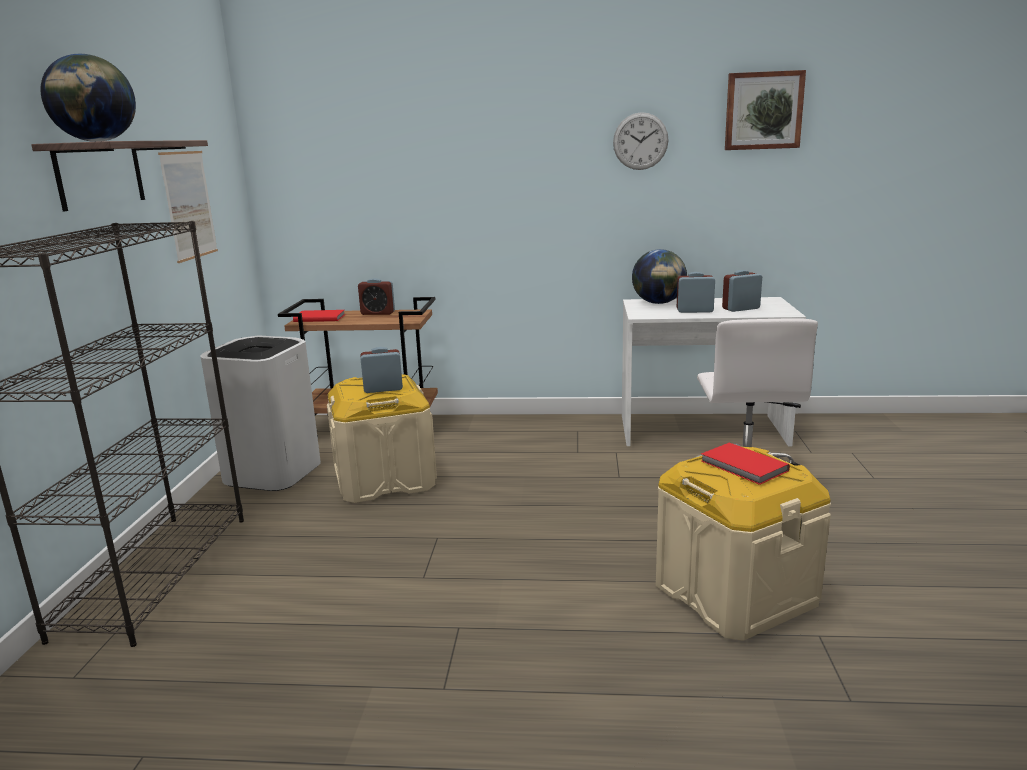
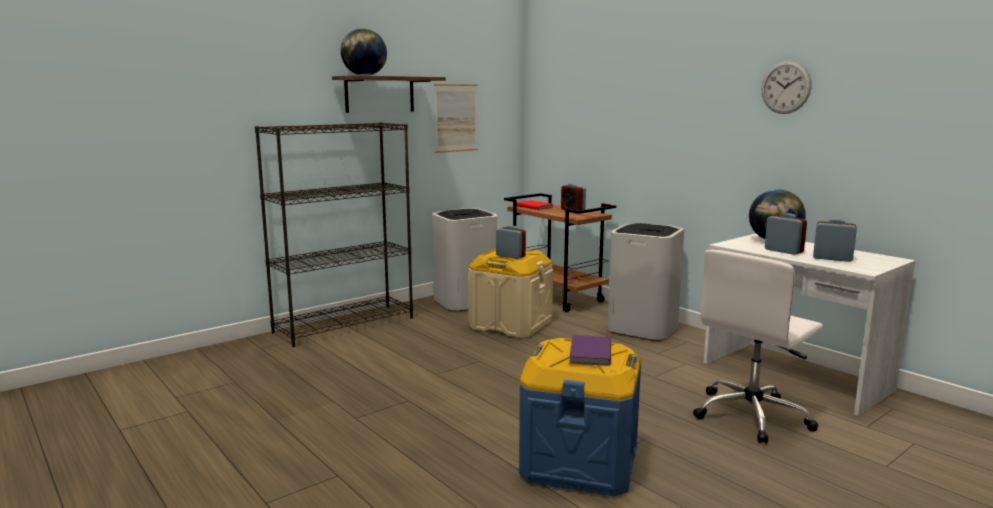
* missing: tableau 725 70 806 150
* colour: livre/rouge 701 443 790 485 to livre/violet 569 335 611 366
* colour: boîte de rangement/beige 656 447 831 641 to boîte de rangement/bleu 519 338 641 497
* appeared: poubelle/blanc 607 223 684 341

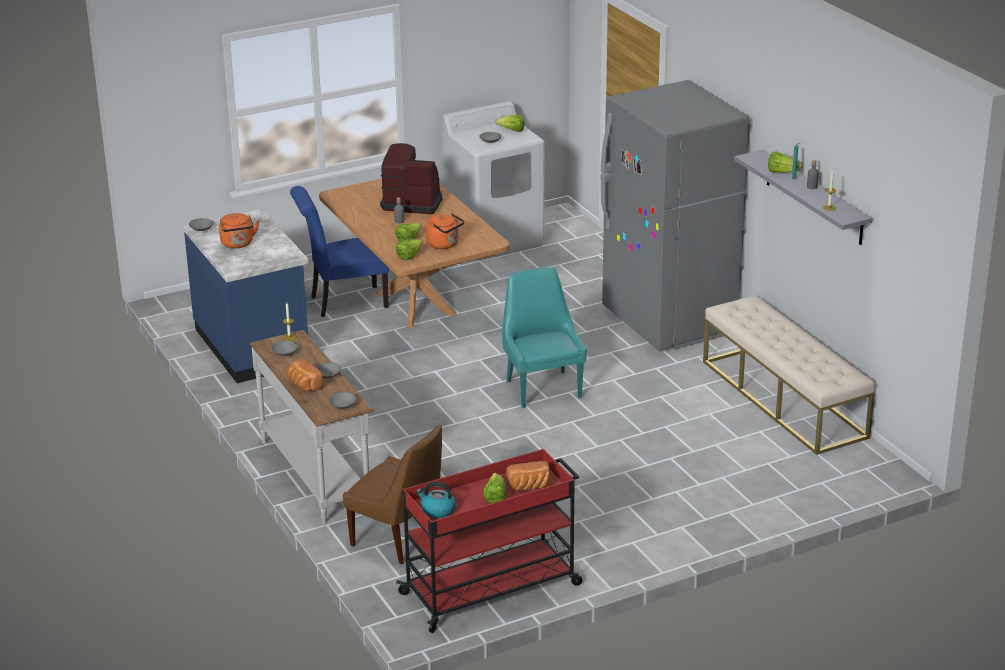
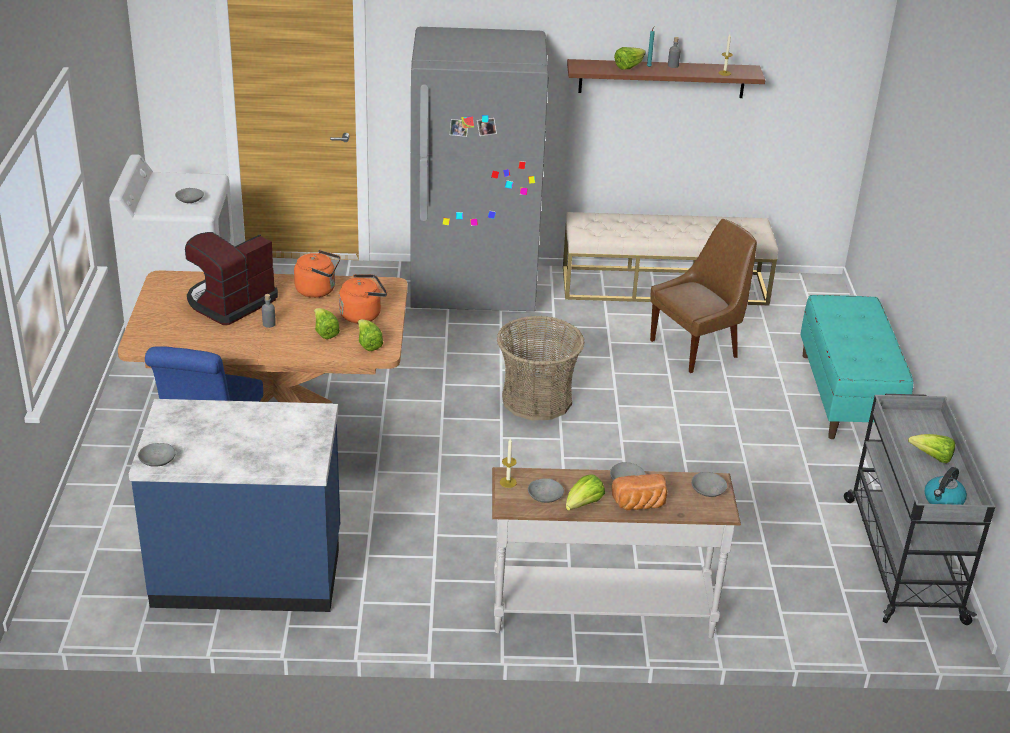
* relocated: laitue 495 115 524 132 to 566 475 605 511
* colour: étagère/gris 734 150 872 245 to étagère/marron 567 59 765 98
* relocated: bouilloire/orange 219 213 259 248 to 294 250 340 298
* exchanged: chaise/turquoise 502 268 587 408 to panier 497 316 585 420
* relocated: chaise/marron 343 424 442 564 to 650 219 757 373
* colour: chariot/rouge 396 449 582 633 to chariot/gris 844 394 995 625
* missing: pain 506 461 550 491
* appeared: banc/turquoise 800 295 913 439

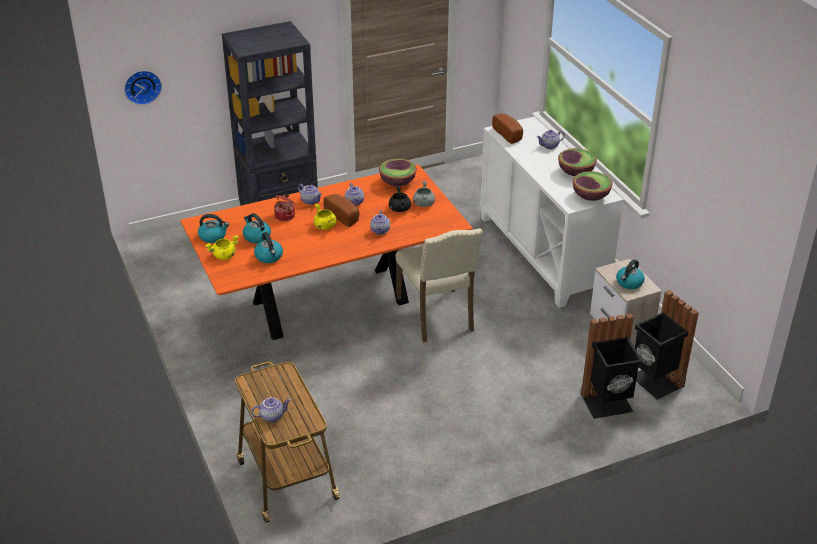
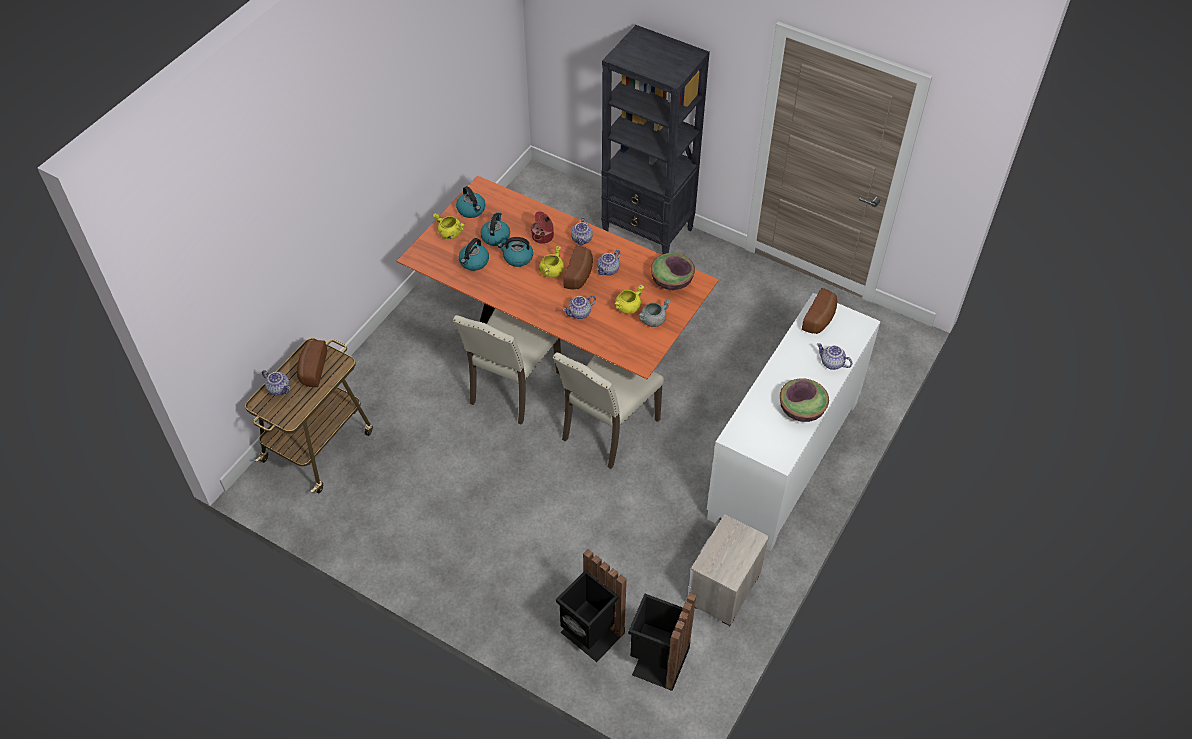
* missing: horloge murale 124 70 162 105
* missing: bol 573 171 612 201
* colour: marmite/noir 389 186 411 212 to marmite/jaune 615 285 644 314
* relocated: bouilloire 616 259 645 289 to 498 237 533 267
* appeared: chaise/beige 453 308 561 425
* appeared: pain 297 340 327 387

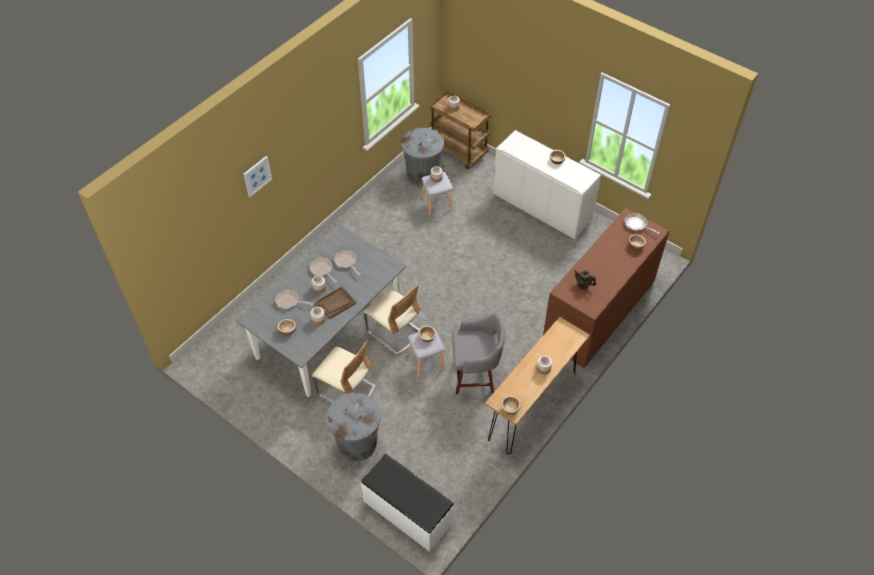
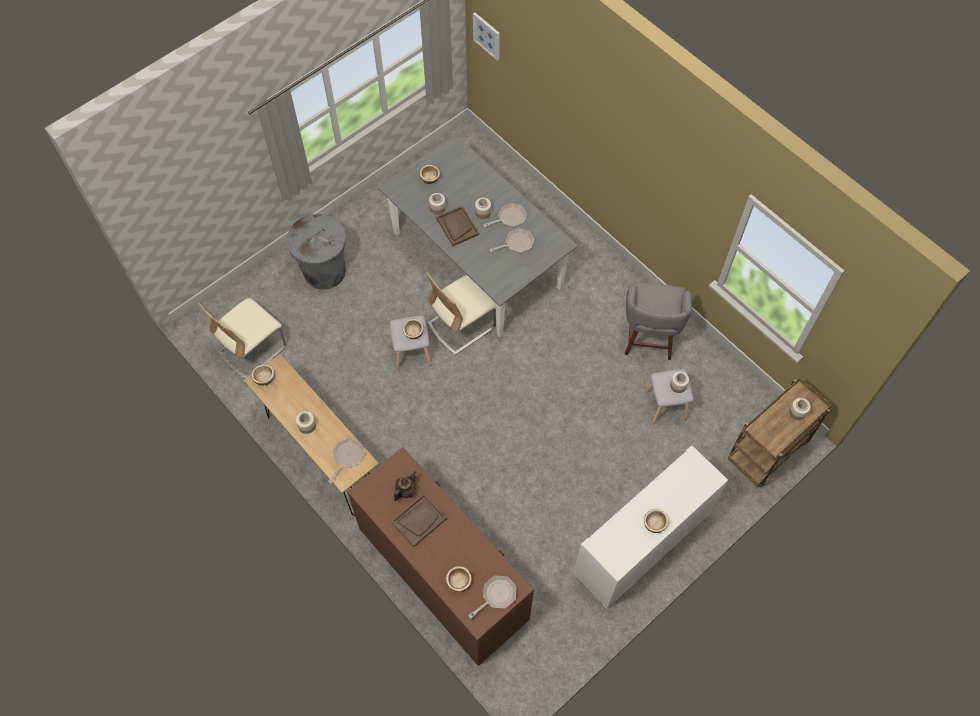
* missing: poubelle/gris 401 128 444 187
* relocated: tableau 243 156 272 197 to 473 12 500 61
* relocated: poêle 275 289 313 309 to 328 438 364 484
* relocated: tabouret/gris 452 313 505 394 to 625 282 692 360
* relocated: chaise/beige 312 340 376 403 to 198 298 286 379
* missing: banc/blanc 361 454 454 552
* appeared: plateau/marron 391 493 447 547

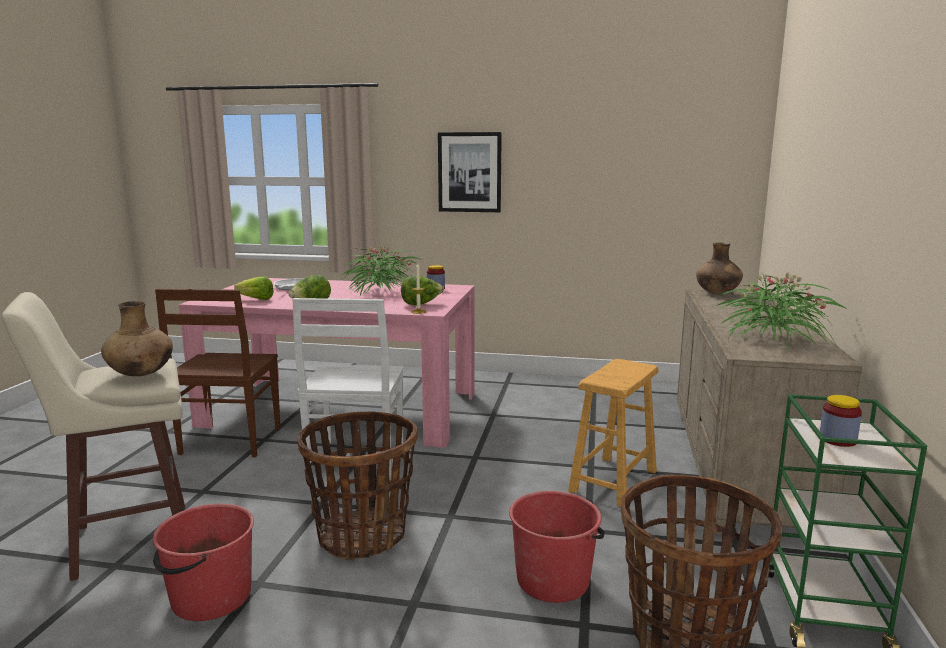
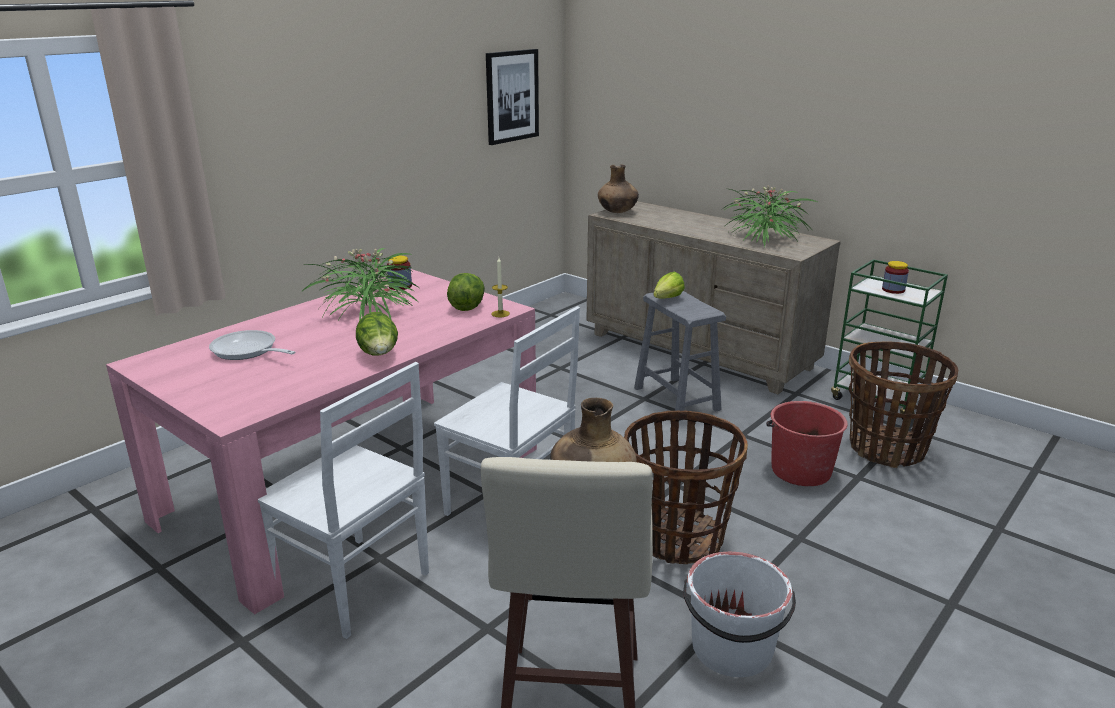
* relocated: tableau 438 132 502 212 to 486 49 539 145
* relocated: laitue 234 277 274 300 to 653 272 685 299
* colour: chaise/marron 155 289 281 457 to chaise/blanc 258 362 429 639
* colour: tabouret/marron 568 359 659 507 to tabouret/gris 634 291 726 421
* colour: seau/rouge 153 504 254 621 to seau/blanc 683 552 796 677

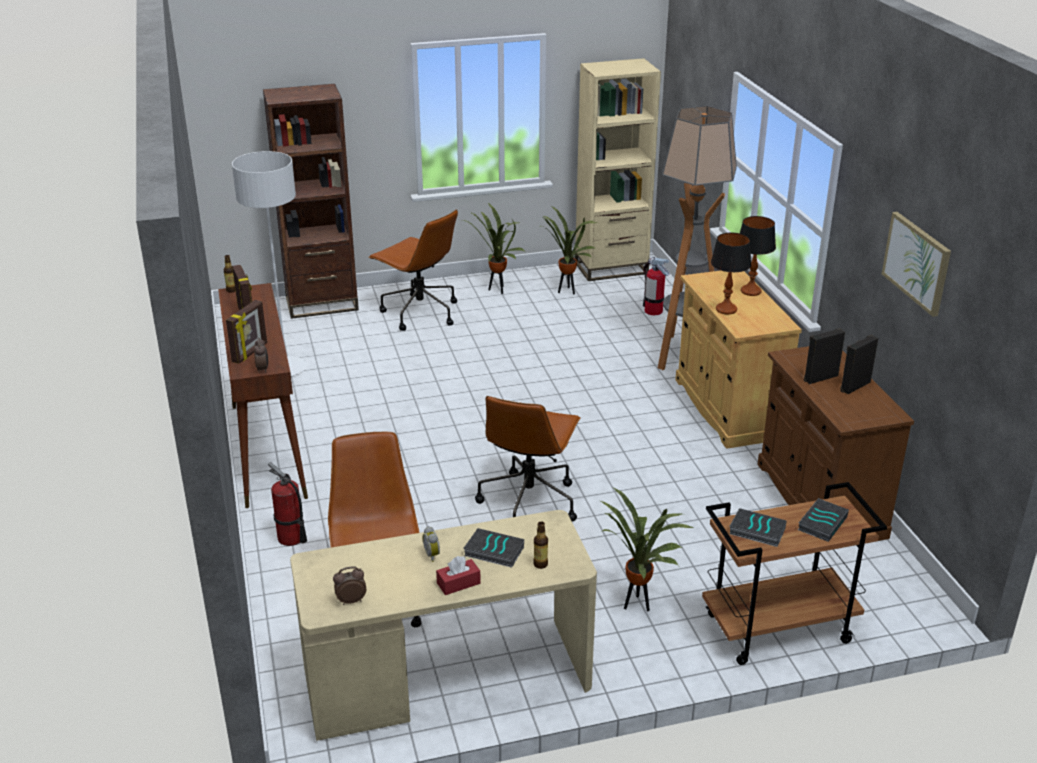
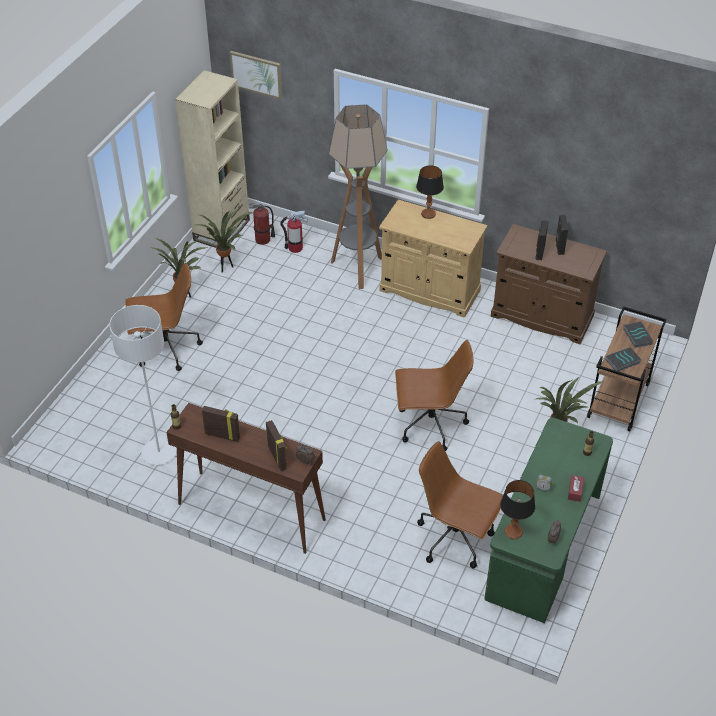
* missing: bibliothèque/marron 263 84 359 319
* relocated: tableau 882 212 951 317 to 229 51 282 99
* relocated: lampe de table 711 233 751 315 to 500 480 535 539
* spun: chaise de bureau/marron 475 396 581 522 = 395 340 473 451 60 degrees counterclockwise
* relocated: extincteur 268 462 307 546 to 249 203 275 245
* colour: bureau/beige 290 510 597 741 to bureau/vert 484 418 613 623
* missing: livre 464 528 524 568

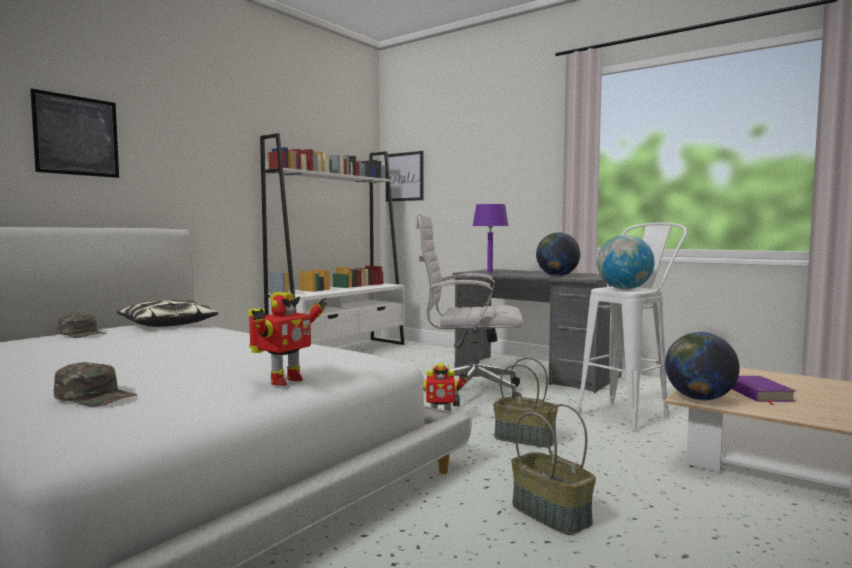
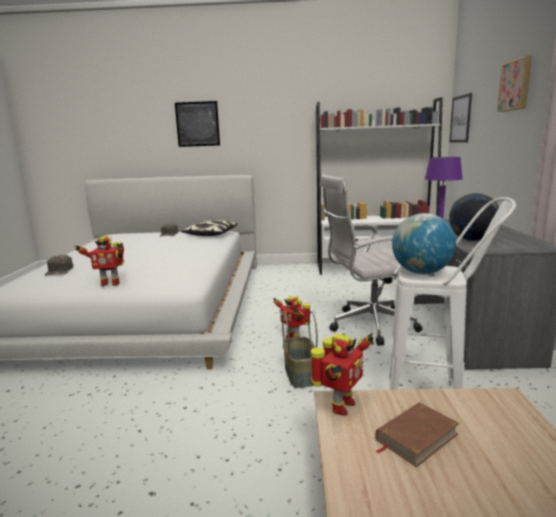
* spun: chaise de bureau/blanc 416 214 523 407 = 320 174 423 346 75 degrees counterclockwise
* exchanged: globe 665 332 740 401 to robot jouet 310 333 374 415
* colour: livre/violet 732 376 796 405 to livre/marron 375 402 459 467
* missing: panier 511 404 596 535
* appeared: tableau 497 56 532 112

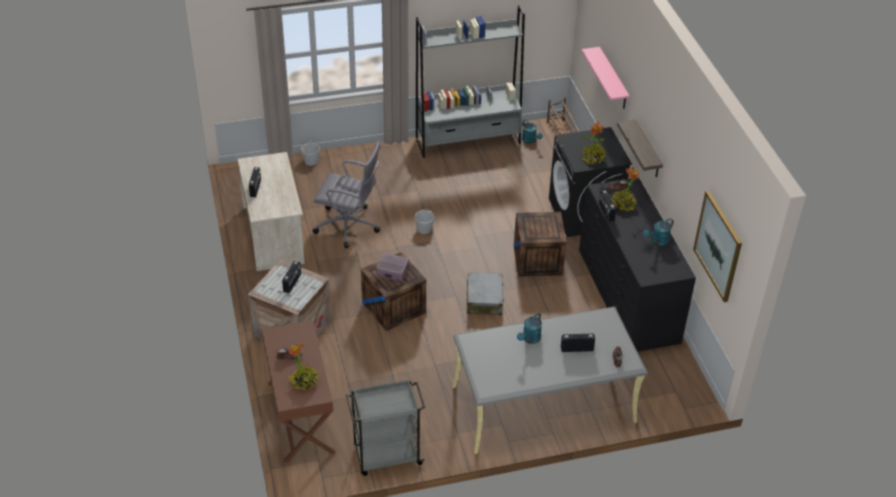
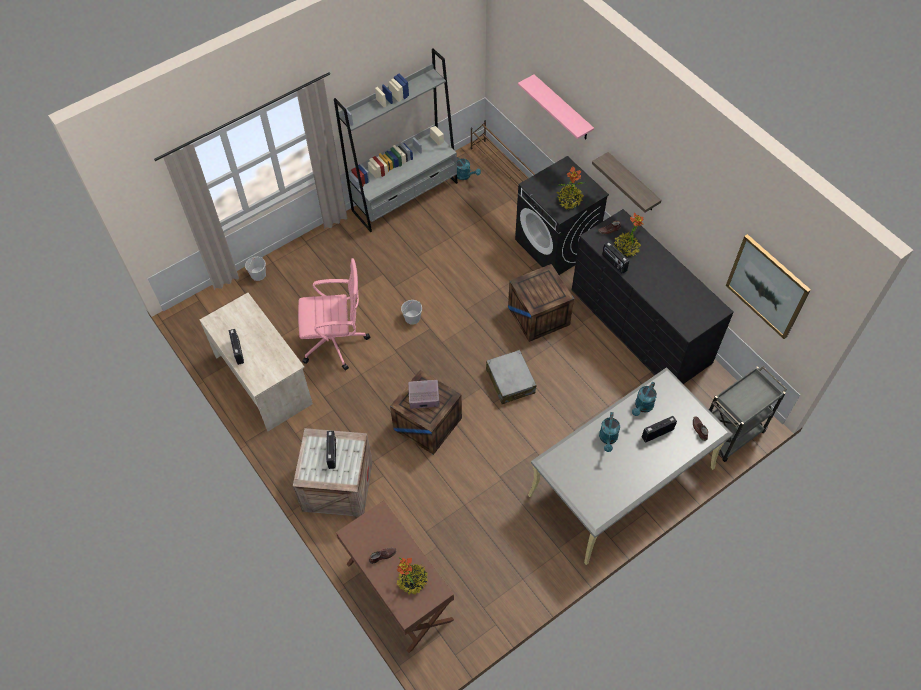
* colour: chaise de bureau/gris 313 141 381 248 to chaise de bureau/rose 298 258 370 370
* relocated: arrosoir/turquoise 643 218 673 246 to 632 382 657 416
* relocated: chariot/gris 346 379 425 476 to 709 366 787 462

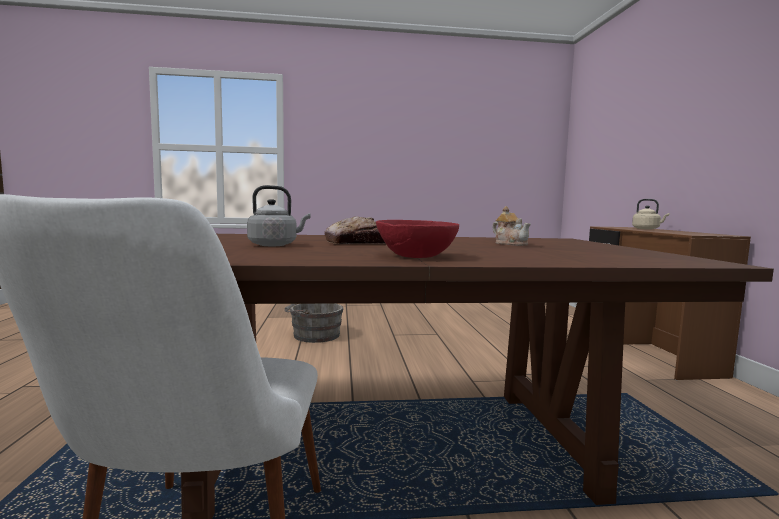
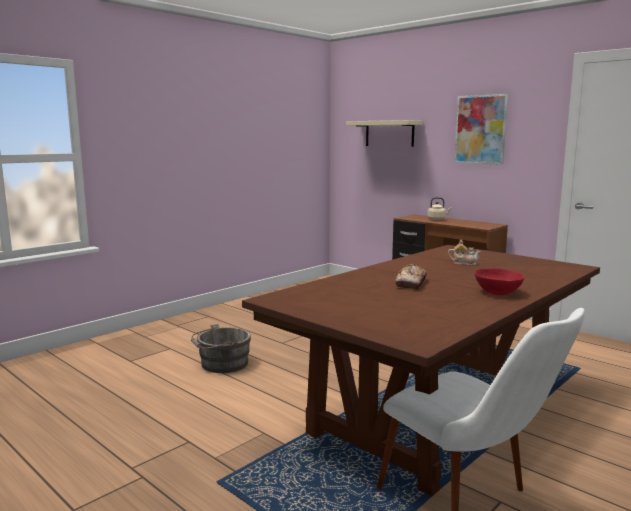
* missing: bouilloire/gris 247 185 311 246
* appeared: tableau 454 94 508 165
* appeared: étagère/beige 346 120 423 147

